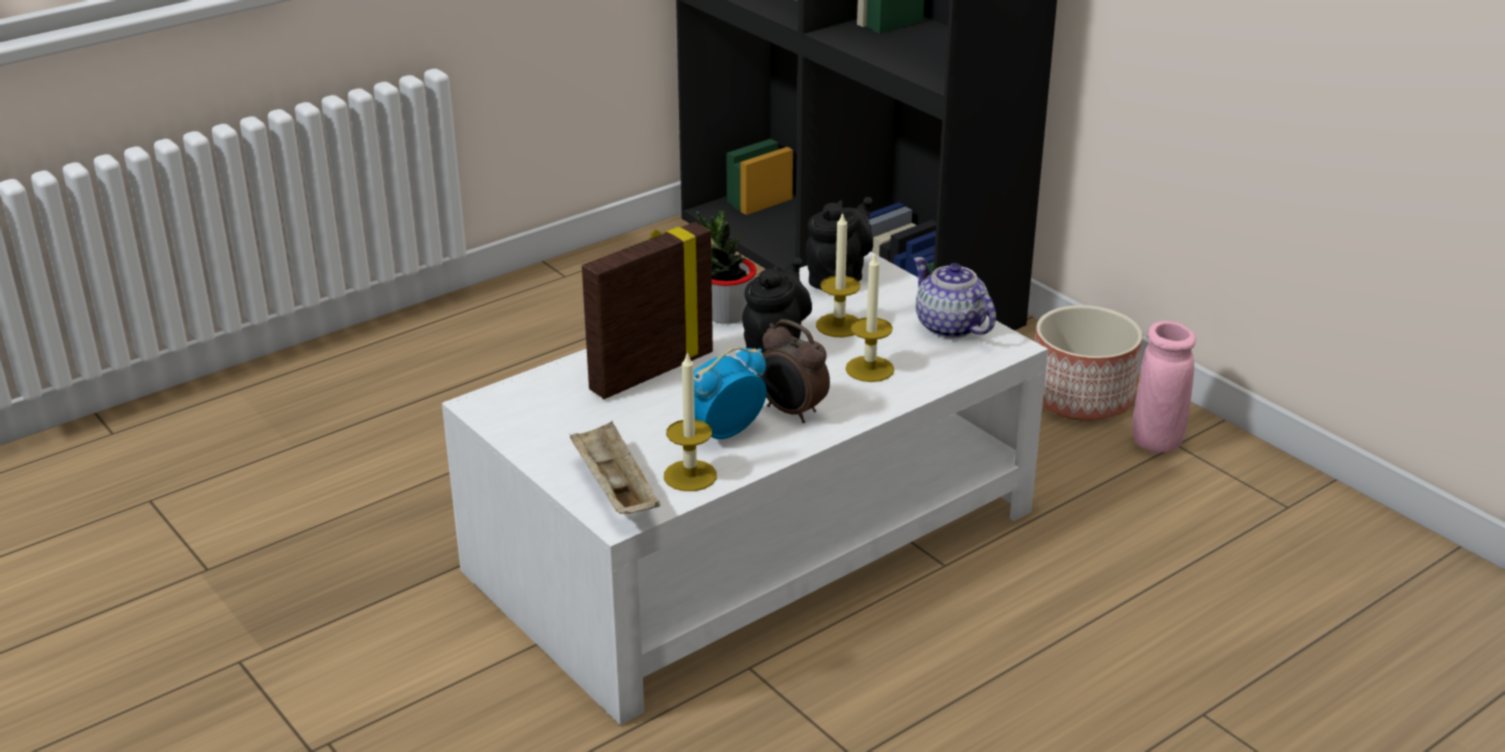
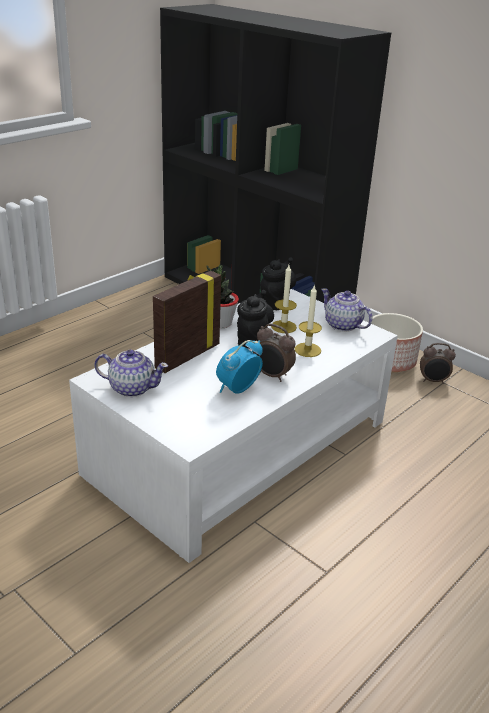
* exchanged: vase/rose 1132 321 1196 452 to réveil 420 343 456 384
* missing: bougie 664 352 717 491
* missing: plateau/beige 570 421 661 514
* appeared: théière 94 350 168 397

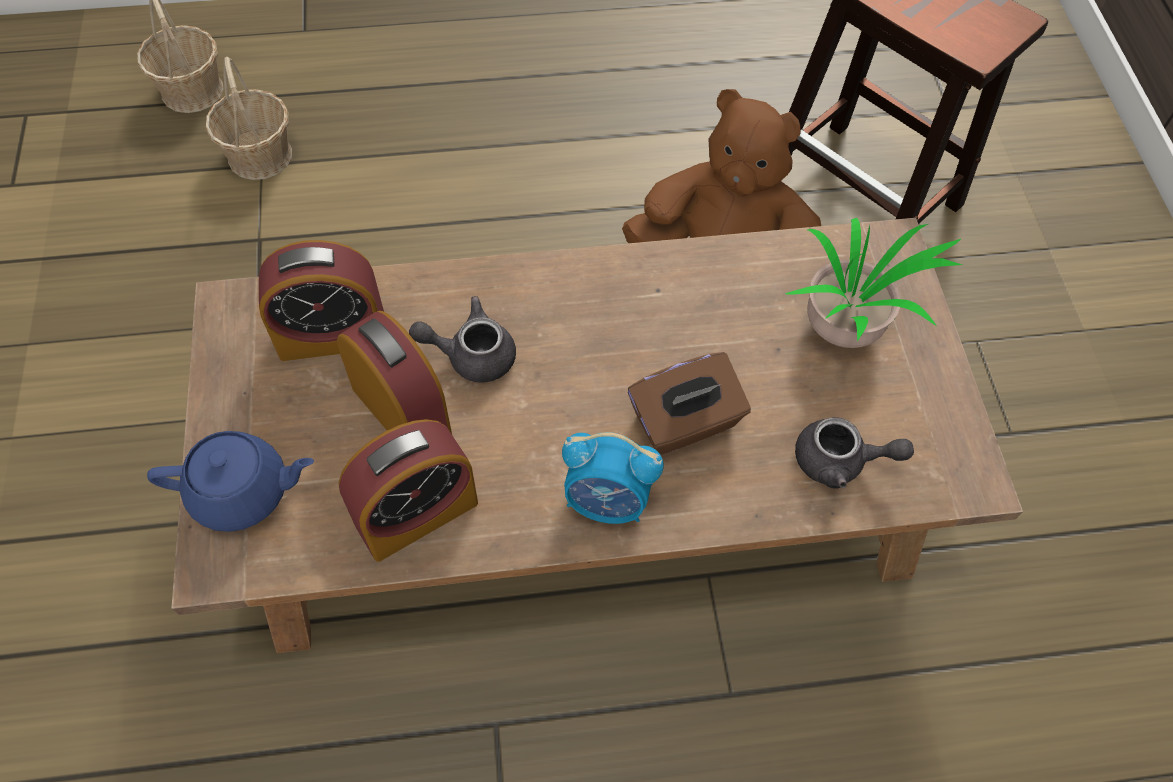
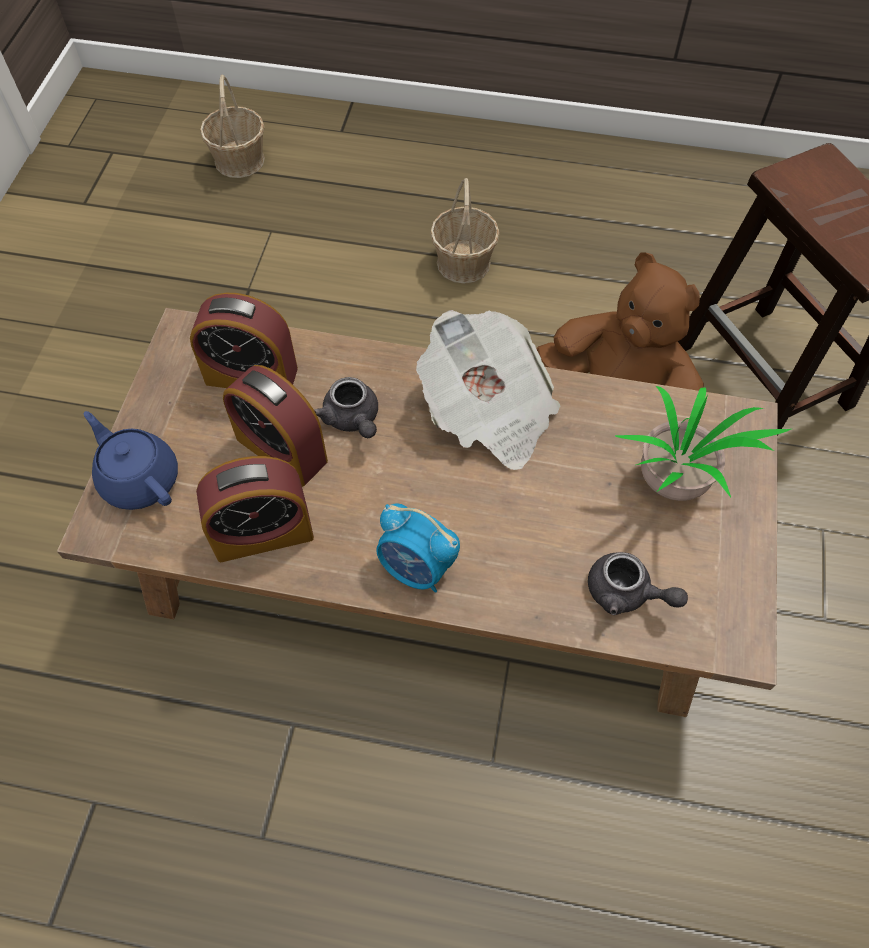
* relocated: panier 206 57 292 180 to 430 178 500 284
* spun: théière/gris 409 296 516 383 = 314 377 378 438 135 degrees counterclockwise
* spun: réveil 337 311 452 434 = 223 365 328 487 150 degrees clockwise
* missing: boîte à mouchoirs/marron 628 352 751 455
* spun: théière/bleu 147 431 314 532 = 84 411 178 510 150 degrees counterclockwise
* appeared: journal 416 310 561 470

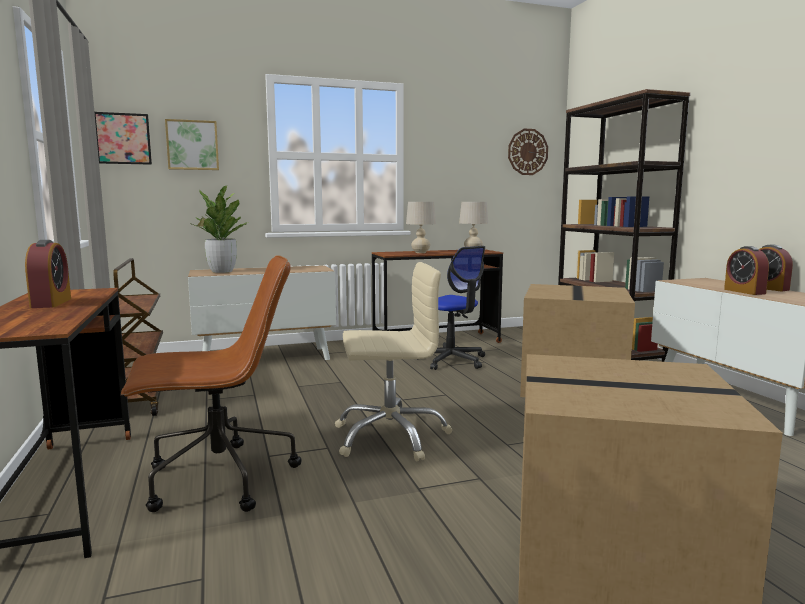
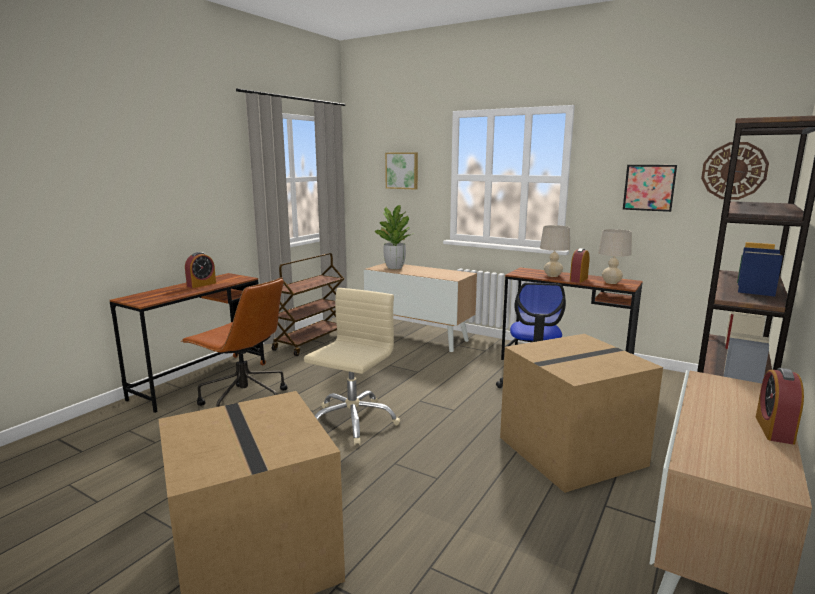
* relocated: tableau 95 112 152 165 to 623 165 677 212
* relocated: réveil 724 246 769 295 to 570 248 590 283
* spun: chaise de bureau/beige 335 262 452 462 = 304 288 400 445 105 degrees counterclockwise

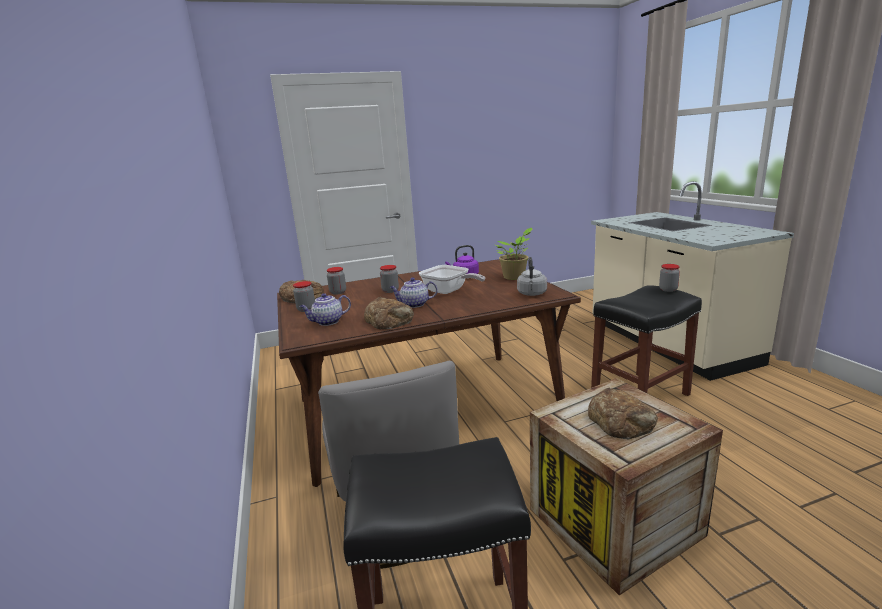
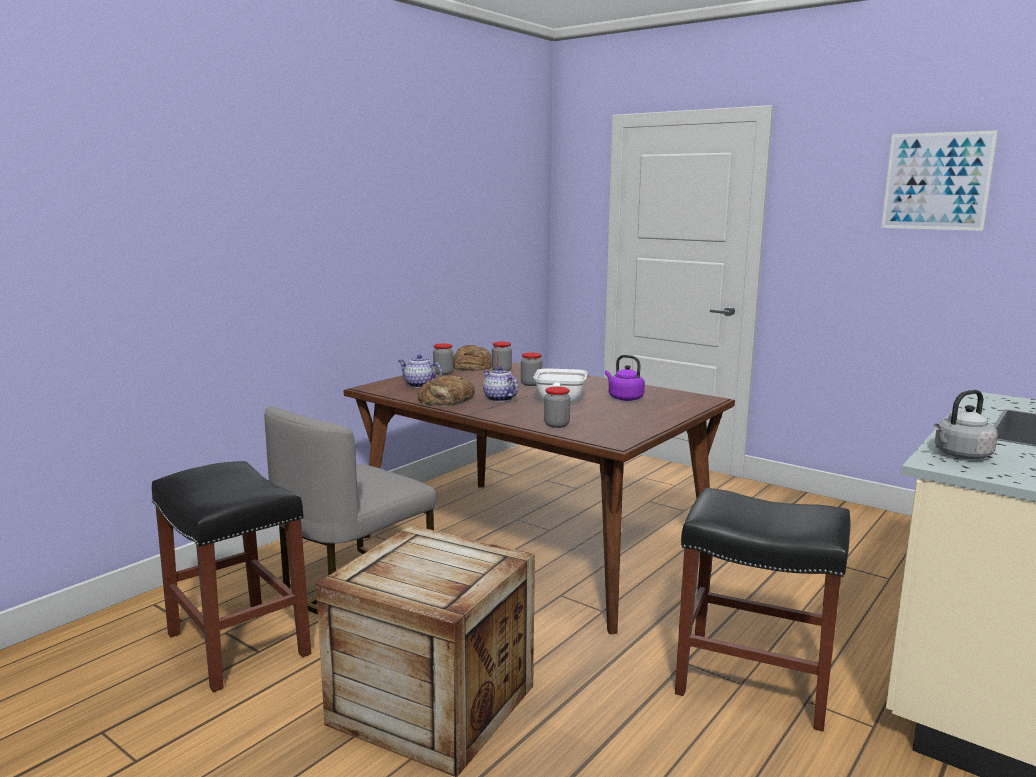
* missing: plante en pot 496 227 532 280
* relocated: bouilloire/gris 517 257 547 296 to 934 390 998 459
* relocated: bocal 659 264 680 292 to 544 387 570 428
* missing: pain 588 388 658 440
* appeared: tableau 881 131 998 231

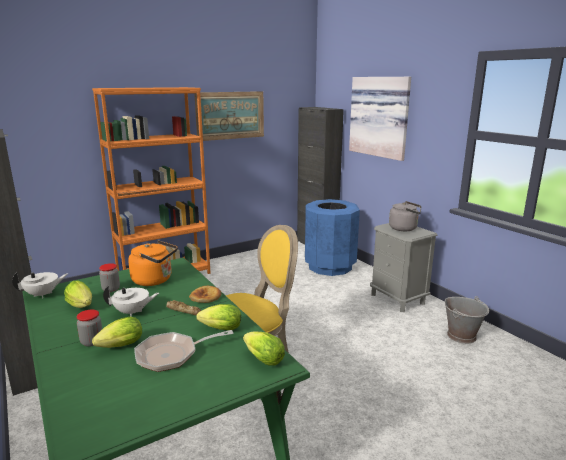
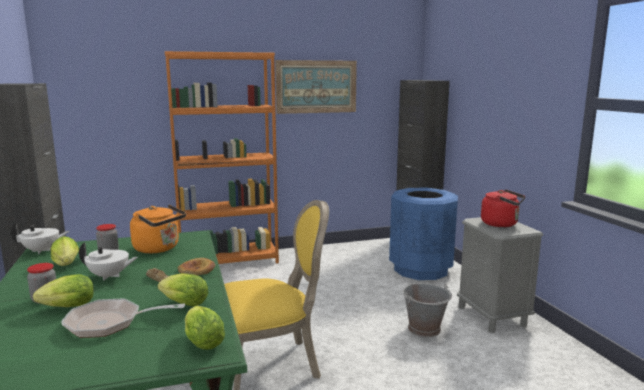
* missing: tableau 349 77 411 161
* colour: bouilloire/gris 389 201 421 231 to bouilloire/rouge 481 189 525 227
* relocated: seau/gris 445 296 489 344 to 403 283 452 337

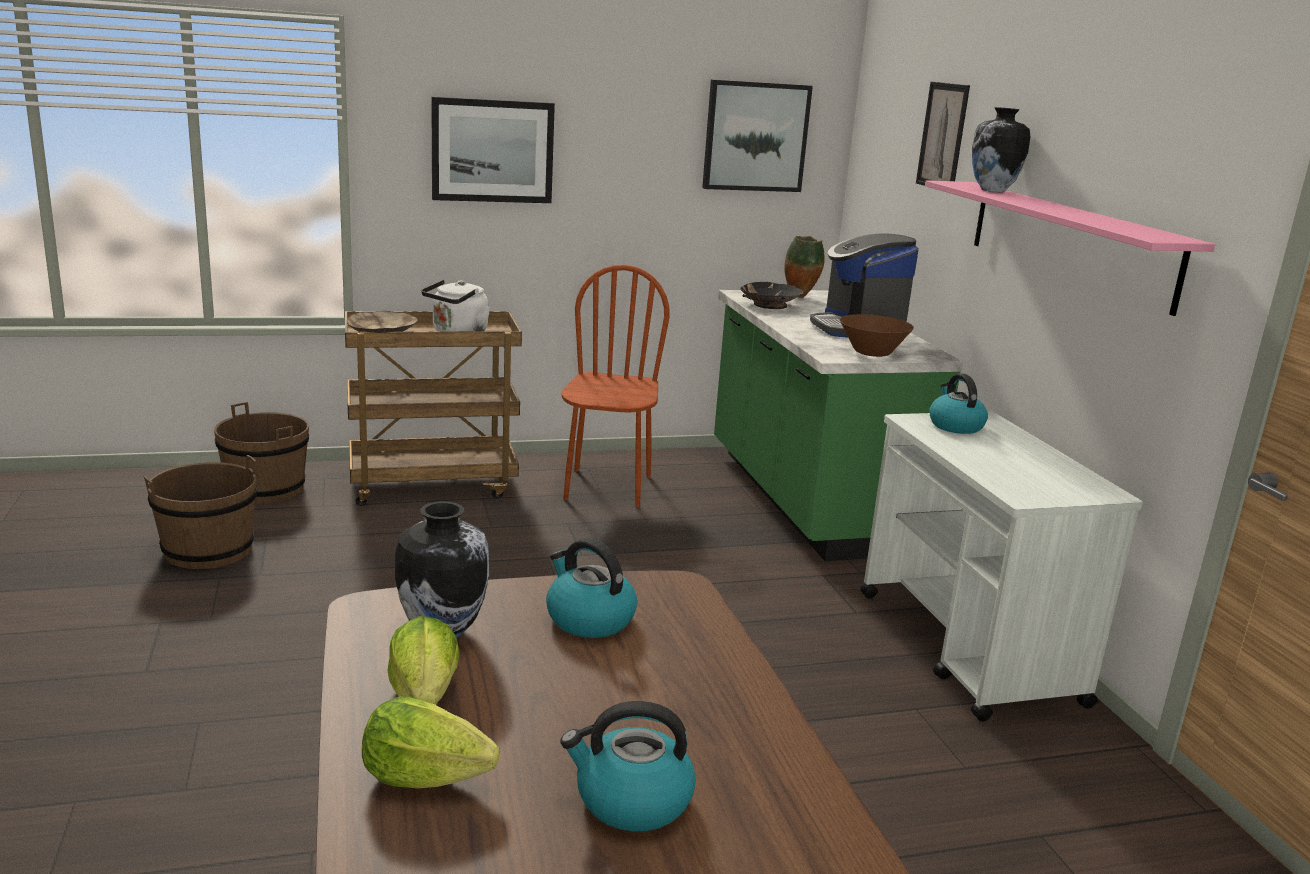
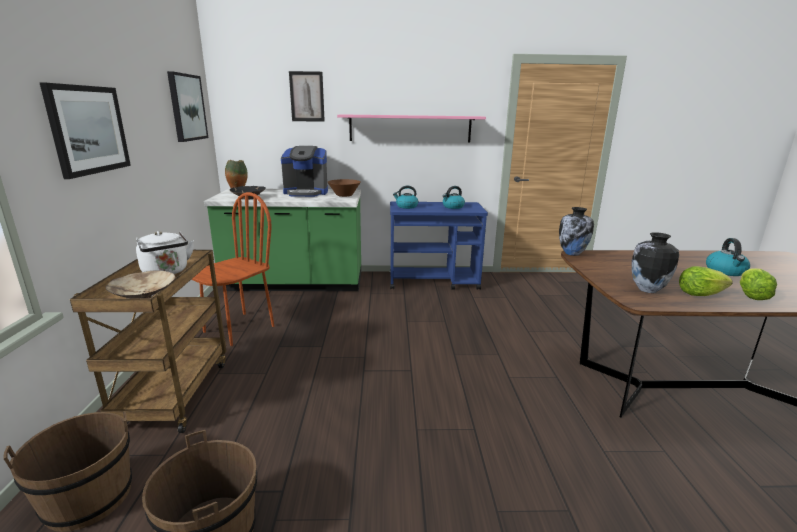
* relocated: vase 972 107 1030 192 to 559 207 594 256
* spun: chaise/marron 562 265 670 508 = 191 192 274 346 105 degrees clockwise
* colour: chariot/blanc 860 411 1143 722 to chariot/bleu 390 202 488 290
* relocated: bouilloire 546 538 637 638 to 442 186 465 209

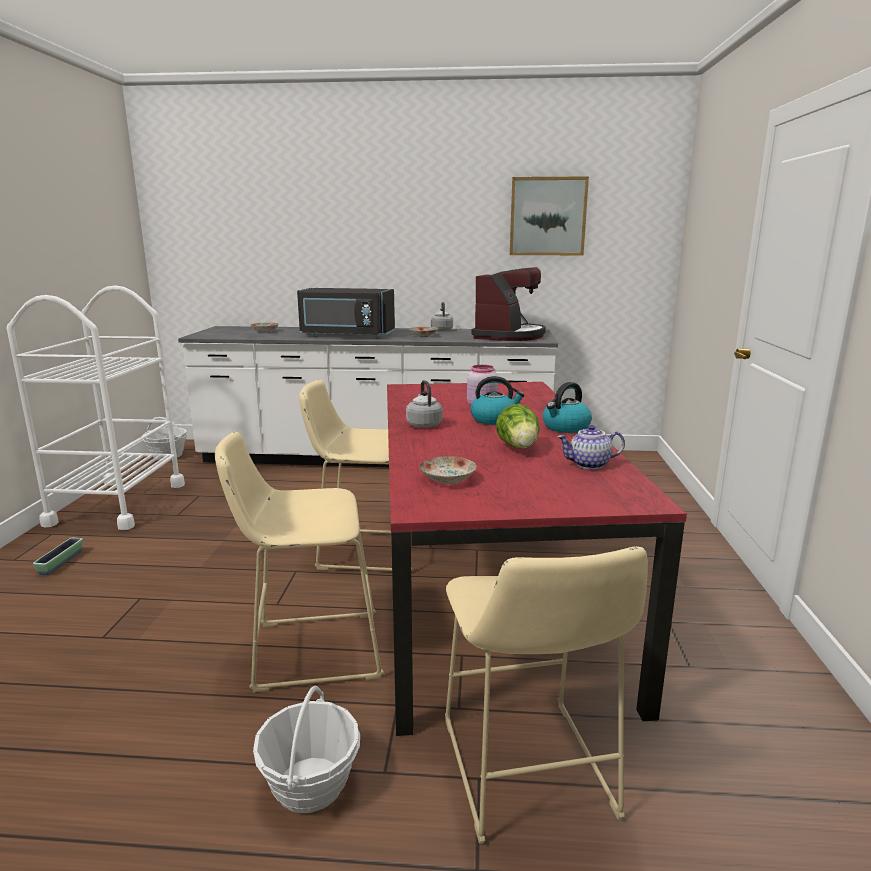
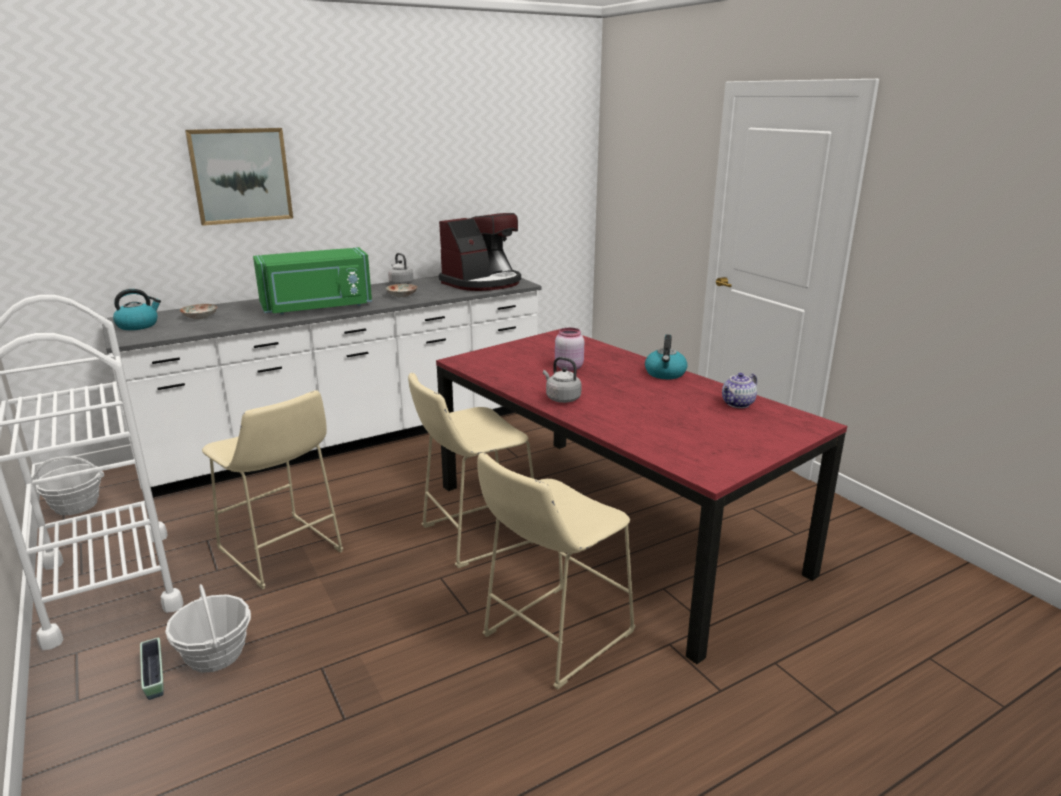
* relocated: tableau 510 176 589 255 to 185 128 293 226
* spun: machine à café 471 267 546 341 = 439 213 521 291 60 degrees clockwise
* colour: micro-ondes/noir 297 288 395 338 to micro-ondes/vert 253 247 372 315
* relocated: bouilloire 471 376 525 425 to 113 289 161 330
* missing: laitue 496 404 539 449
* missing: assiette 420 456 476 484
* relocated: tabouret/beige 445 546 648 844 to 202 390 343 590
* relocated: panier 253 686 360 813 to 165 584 251 673

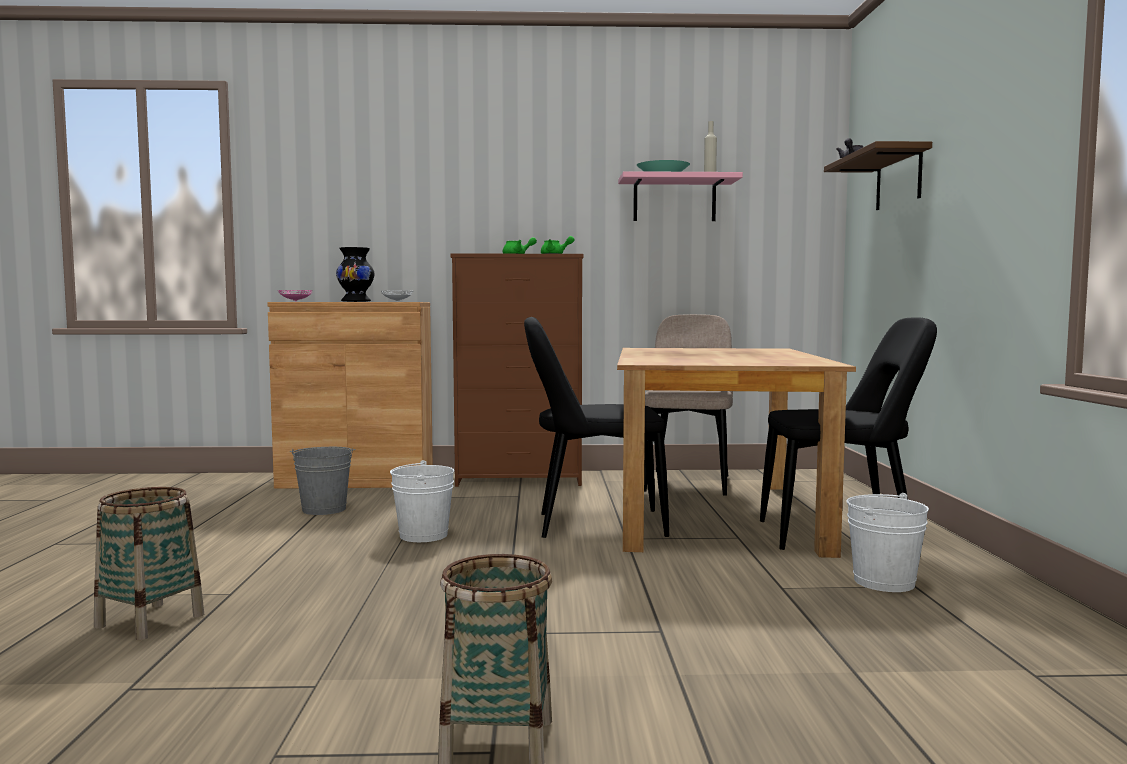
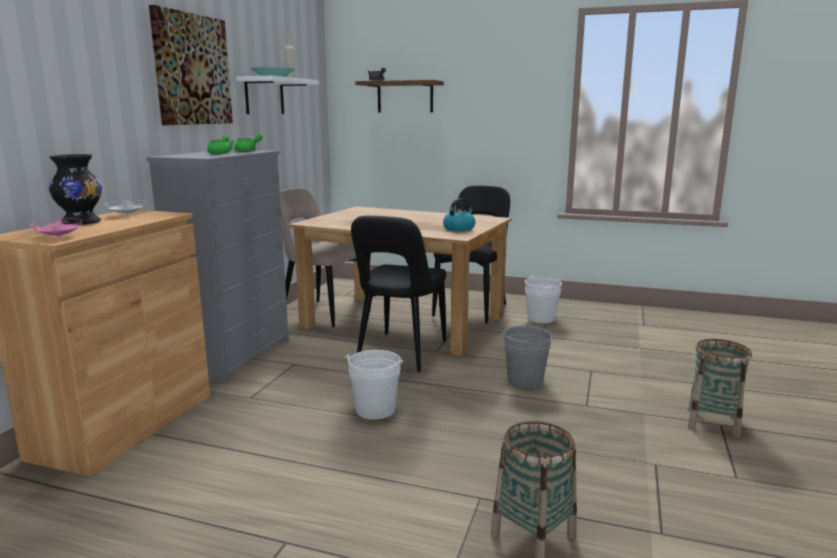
* colour: étagère/rose 618 171 743 221 to étagère/blanc 236 76 319 114
* colour: commode/marron 451 253 584 487 to commode/gris 146 150 289 383
* relocated: seau/gris 290 447 356 515 to 503 323 552 388
* appeared: tableau 149 5 233 125
* appeared: bouilloire 443 198 475 232

